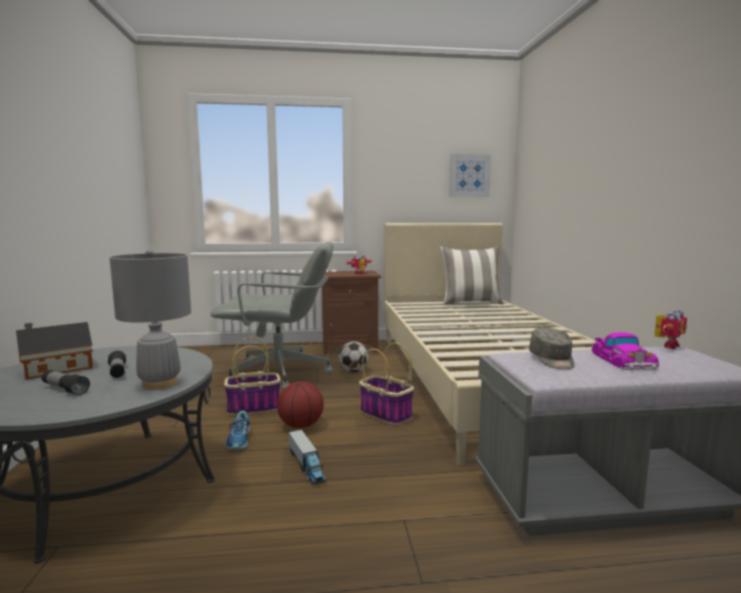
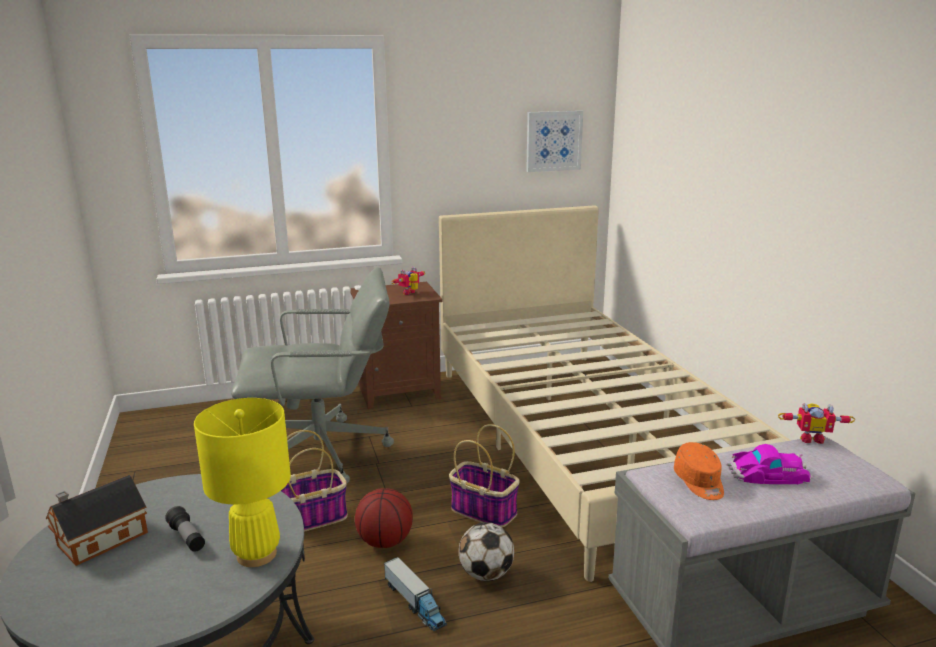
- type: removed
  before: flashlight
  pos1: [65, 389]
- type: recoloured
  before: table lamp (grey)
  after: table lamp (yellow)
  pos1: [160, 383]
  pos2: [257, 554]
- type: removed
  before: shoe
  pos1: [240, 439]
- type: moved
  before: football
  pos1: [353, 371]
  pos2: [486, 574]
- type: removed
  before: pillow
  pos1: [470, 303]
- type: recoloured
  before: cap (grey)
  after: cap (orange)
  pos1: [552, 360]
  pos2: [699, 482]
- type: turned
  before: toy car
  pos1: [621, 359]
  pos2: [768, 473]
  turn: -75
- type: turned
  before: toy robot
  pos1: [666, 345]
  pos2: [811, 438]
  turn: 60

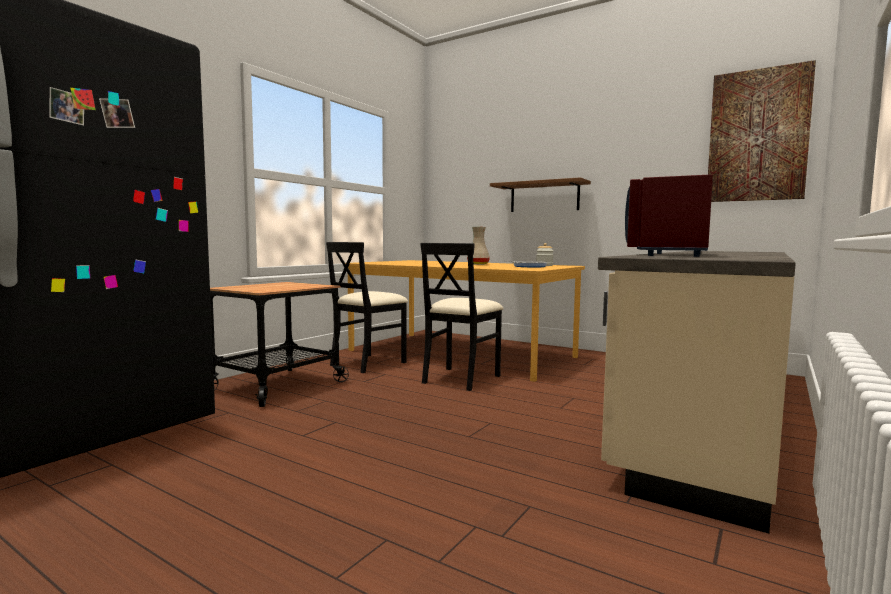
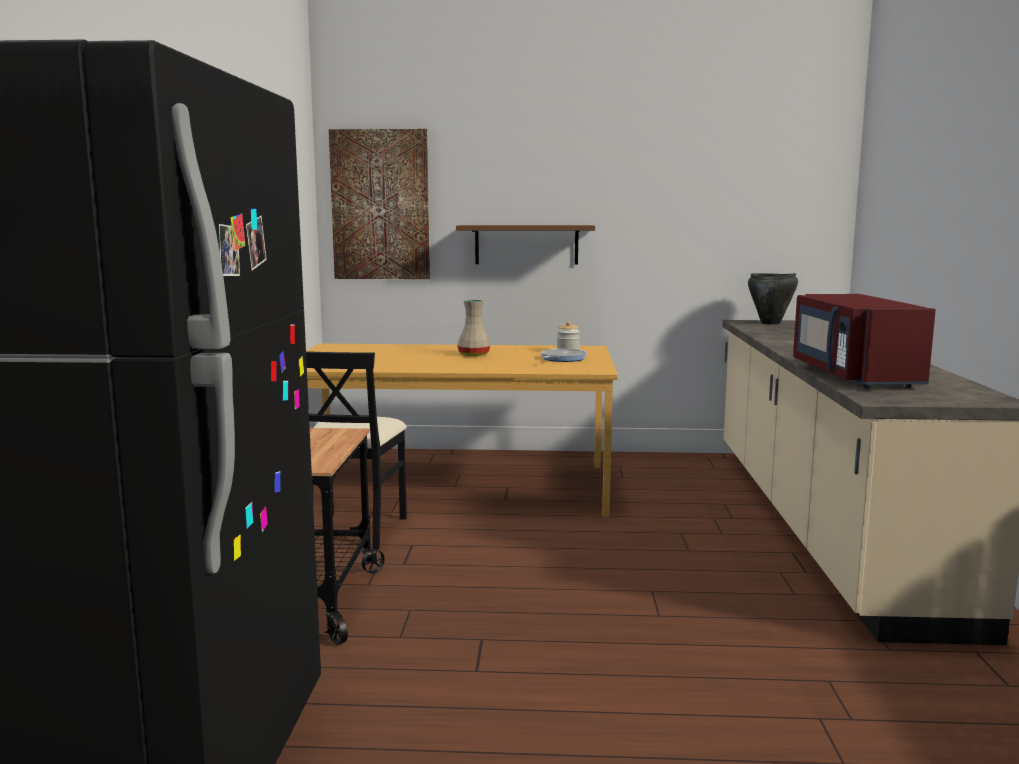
- type: removed
  before: chair (black)
  pos1: [460, 378]
- type: moved
  before: picture
  pos1: [757, 135]
  pos2: [380, 205]
- type: added
  after: cooking pot (black)
  pos2: [770, 323]

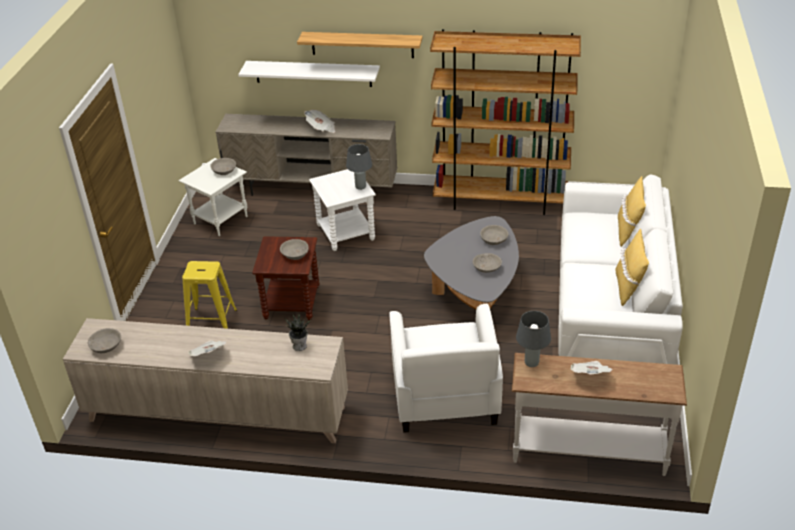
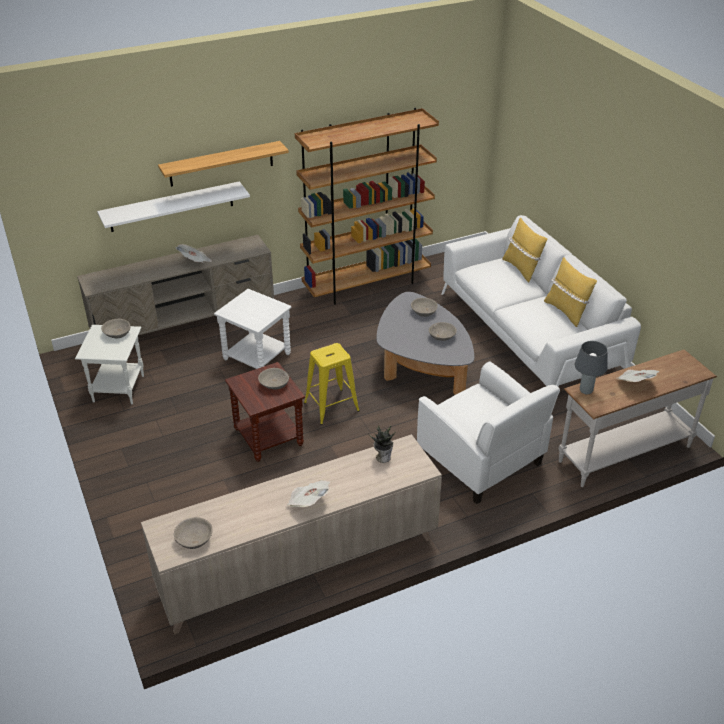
- type: moved
  before: stool (yellow)
  pos1: [211, 322]
  pos2: [331, 407]
- type: removed
  before: table lamp (grey)
  pos1: [361, 187]

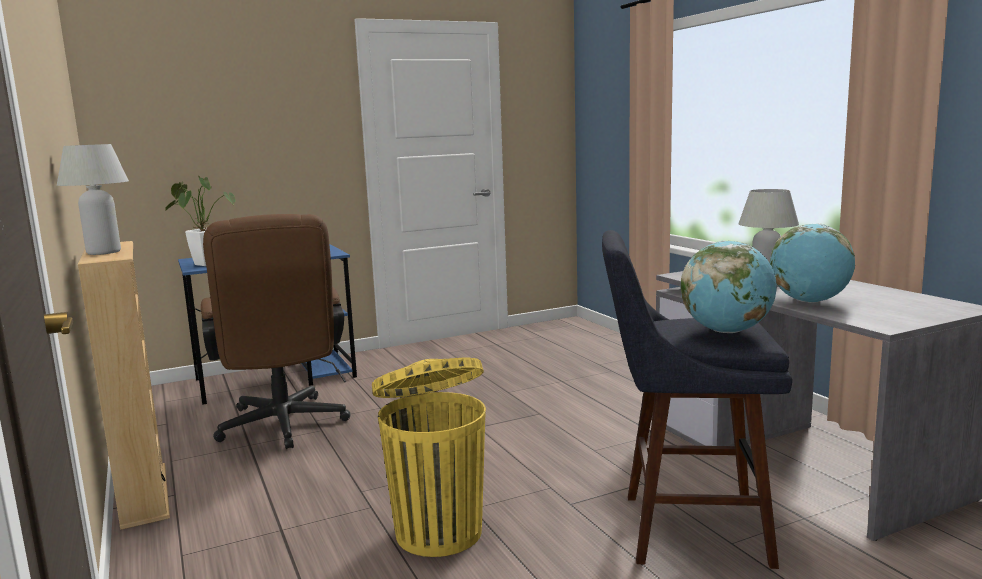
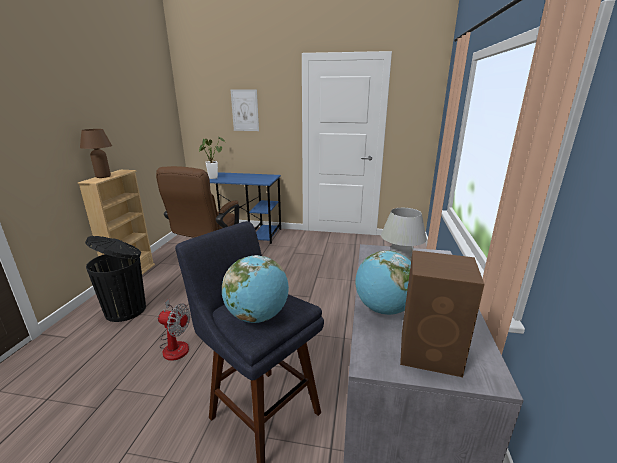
- type: recoloured
  before: table lamp (white)
  after: table lamp (brown)
  pos1: [104, 252]
  pos2: [103, 176]
- type: replaced
  before: trash can (yellow)
  after: fan
  pos1: [438, 531]
  pos2: [175, 345]
- type: added
  after: trash can (black)
  pos2: [127, 309]
- type: added
  after: picture
  pos2: [245, 110]
- type: added
  after: speaker (brown)
  pos2: [431, 353]

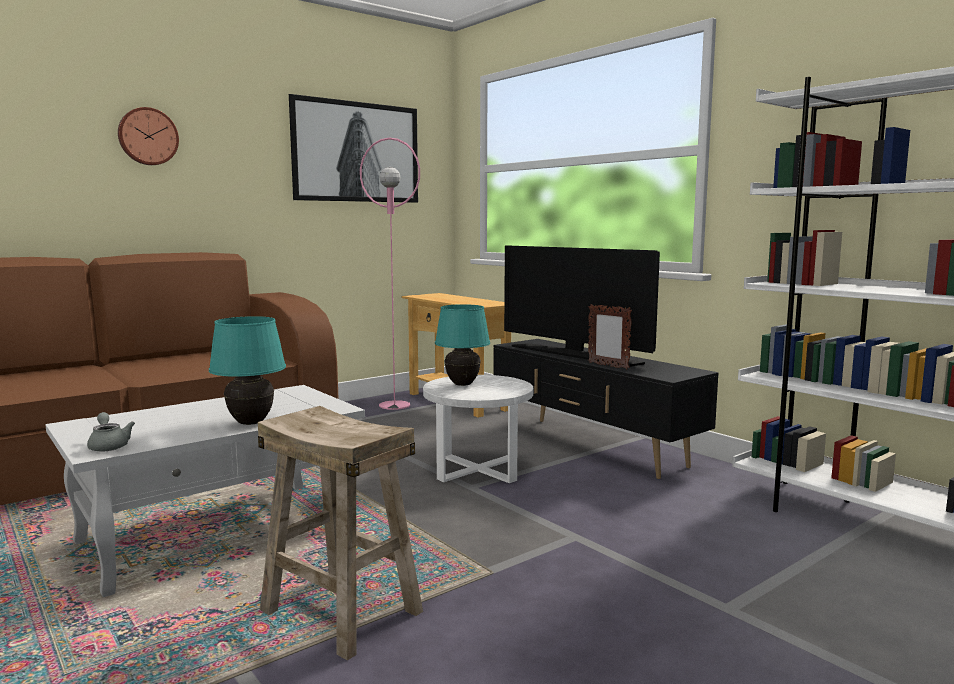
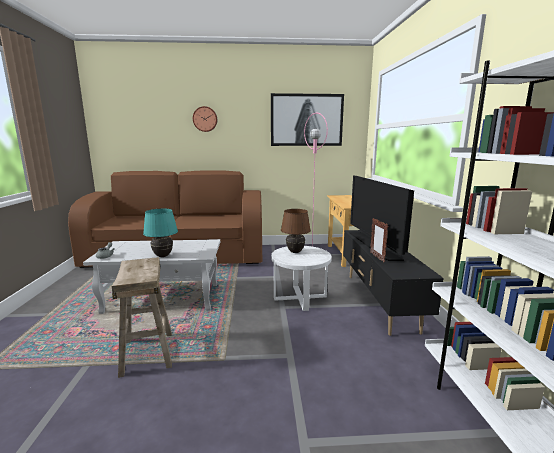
- type: recoloured
  before: table lamp (turquoise)
  after: table lamp (brown)
  pos1: [462, 384]
  pos2: [295, 252]

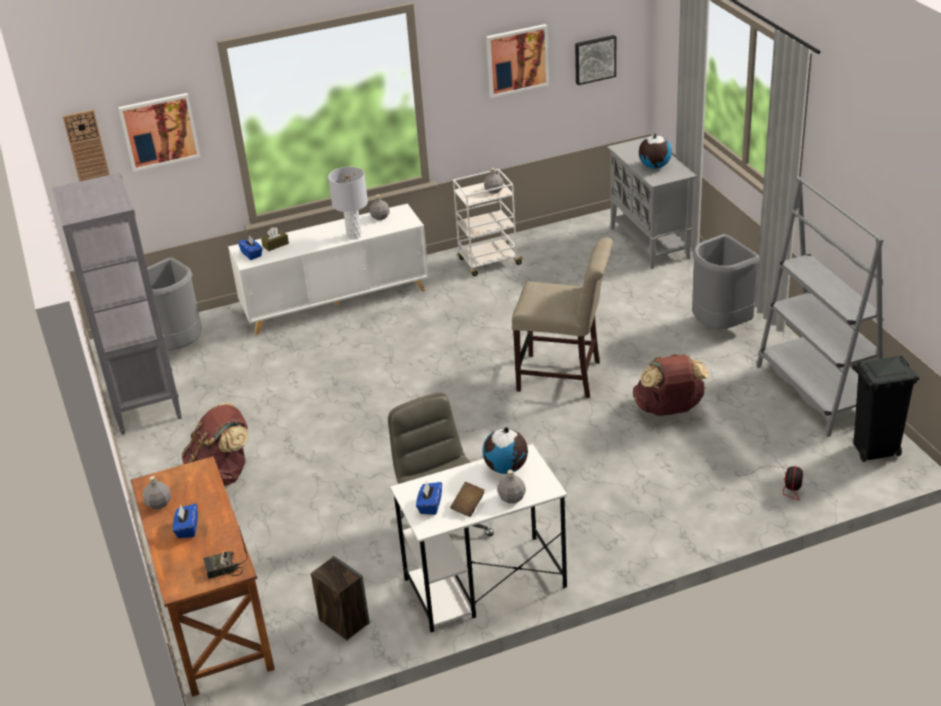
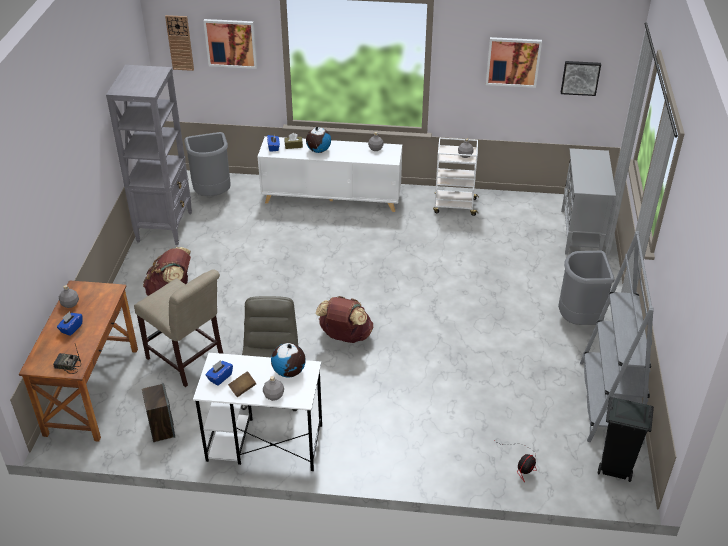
- type: removed
  before: table lamp (grey)
  pos1: [354, 236]
- type: moved
  before: chair (beige)
  pos1: [564, 377]
  pos2: [188, 361]
- type: moved
  before: backpack (brown)
  pos1: [669, 410]
  pos2: [345, 337]
- type: moved
  before: globe
  pos1: [654, 166]
  pos2: [318, 150]

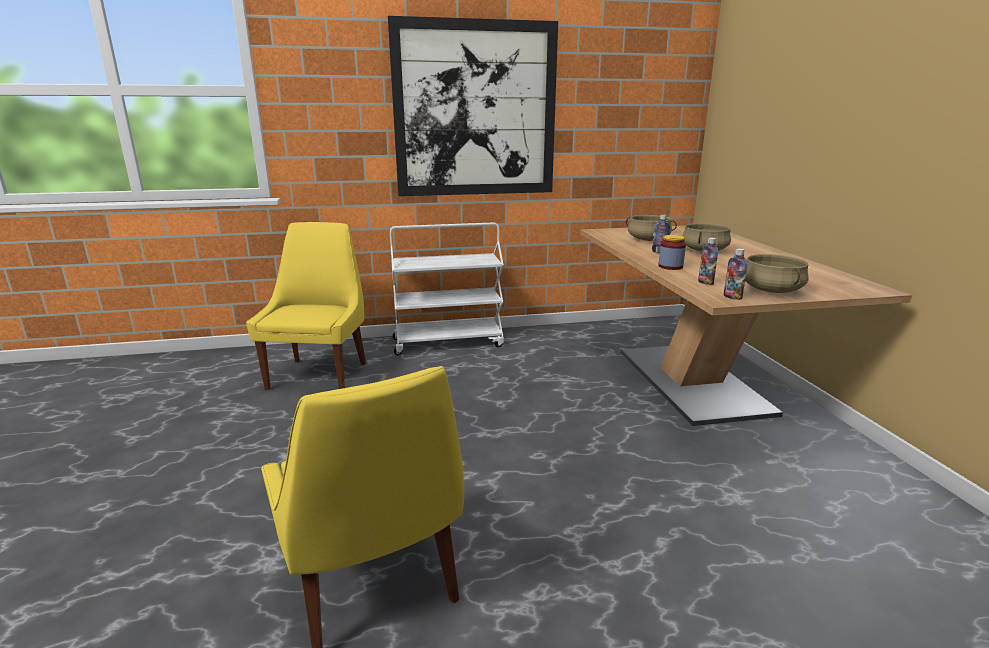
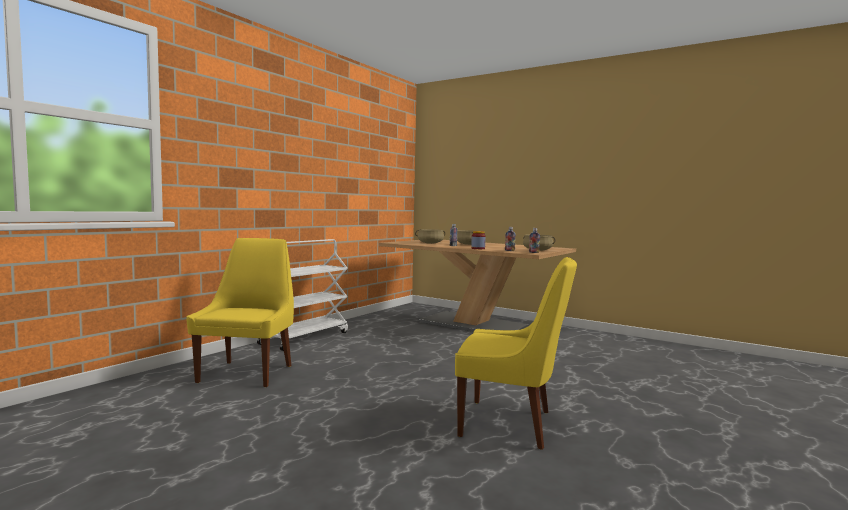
- type: turned
  before: chair (yellow)
  pos1: [320, 374]
  pos2: [248, 373]
  turn: 45
- type: removed
  before: picture
  pos1: [475, 110]

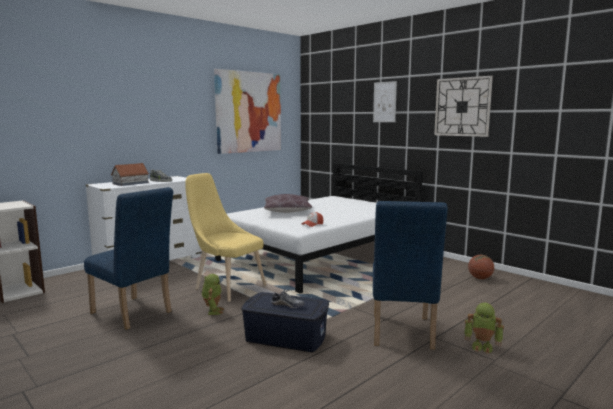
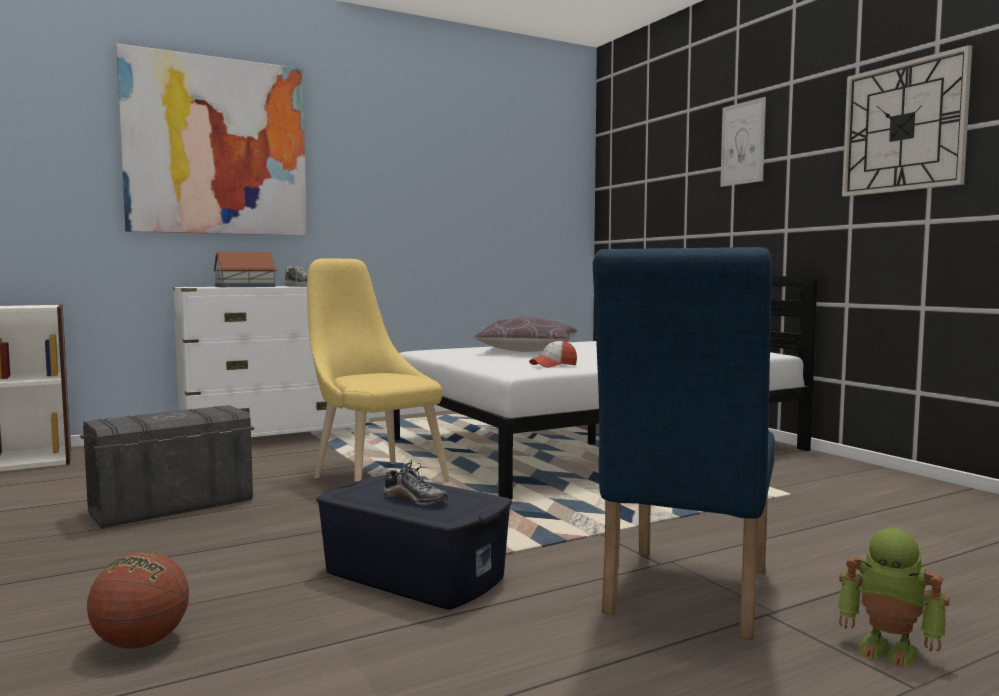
- type: replaced
  before: chair (blue)
  after: storage box (grey)
  pos1: [134, 314]
  pos2: [171, 506]
- type: removed
  before: toy robot
  pos1: [213, 311]
- type: moved
  before: picture
  pos1: [248, 112]
  pos2: [216, 147]
- type: moved
  before: basketball
  pos1: [480, 278]
  pos2: [141, 643]

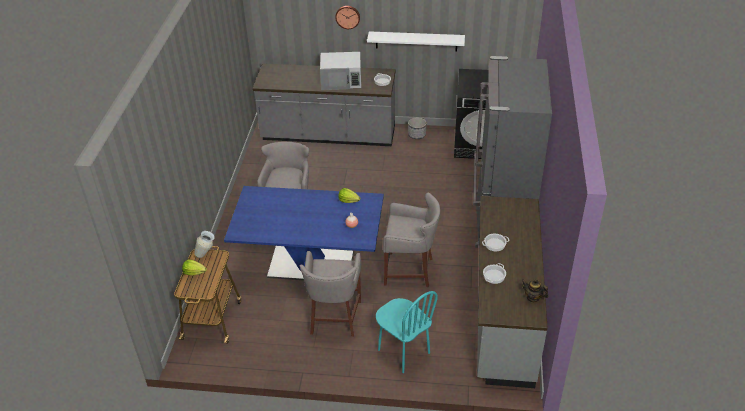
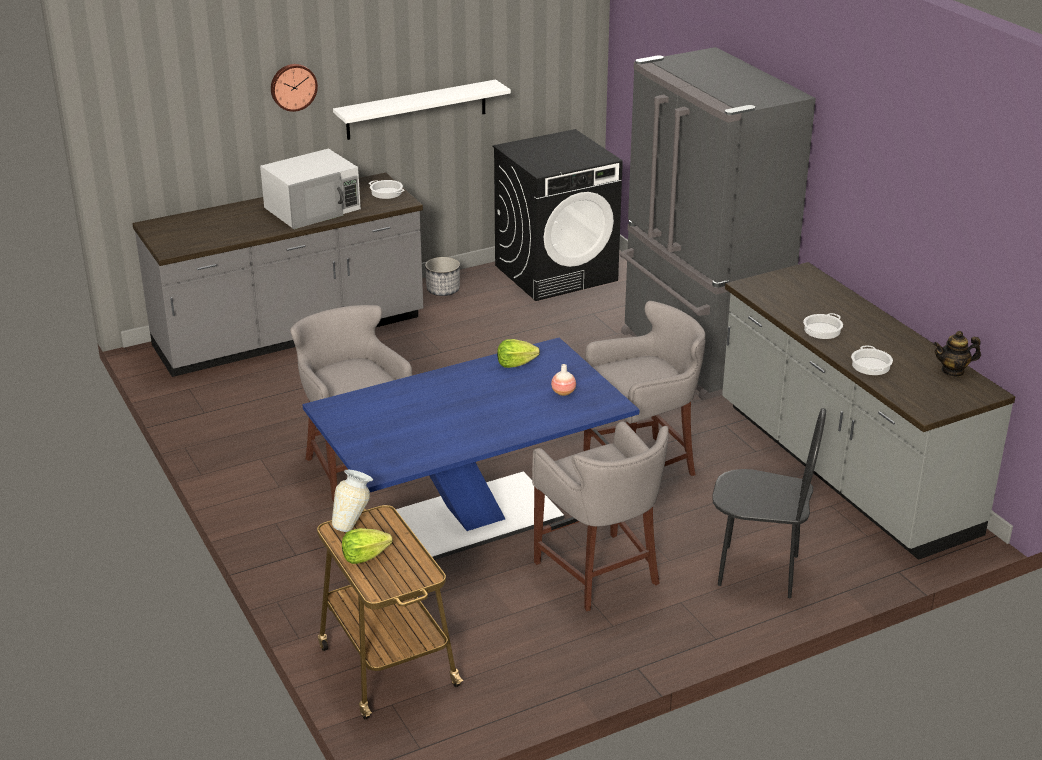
- type: recoloured
  before: chair (turquoise)
  after: chair (black)
  pos1: [403, 352]
  pos2: [758, 571]

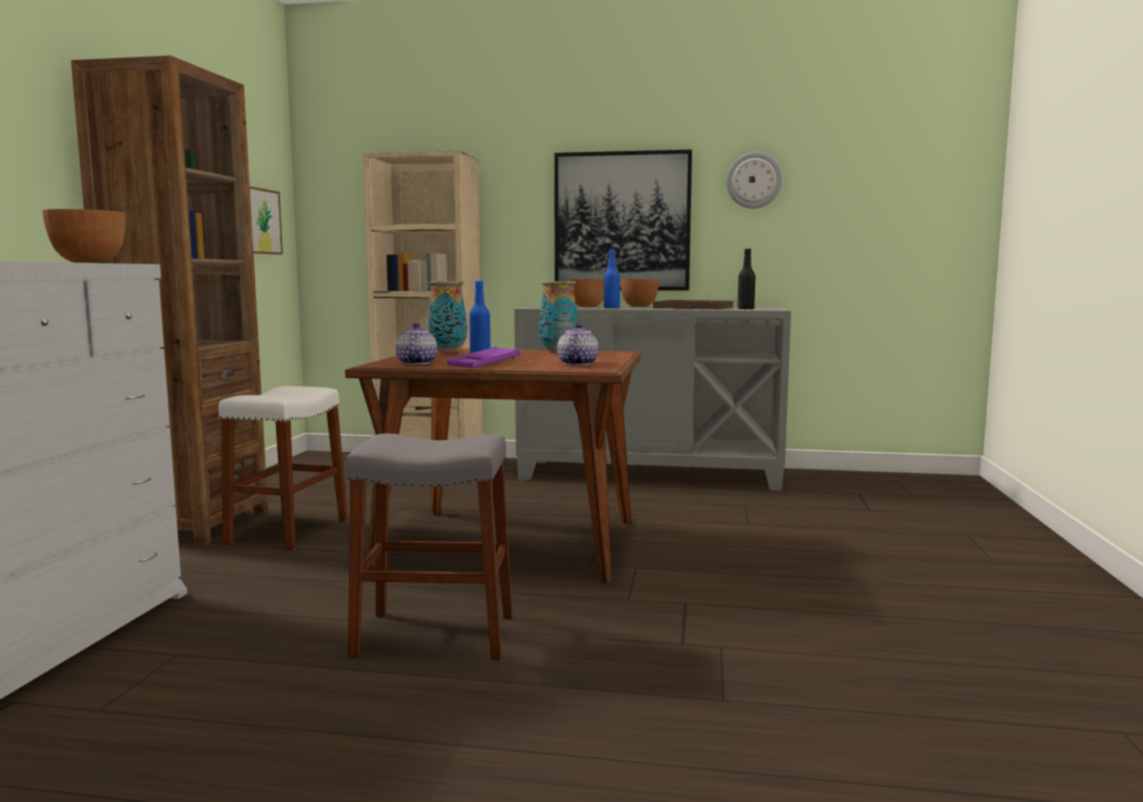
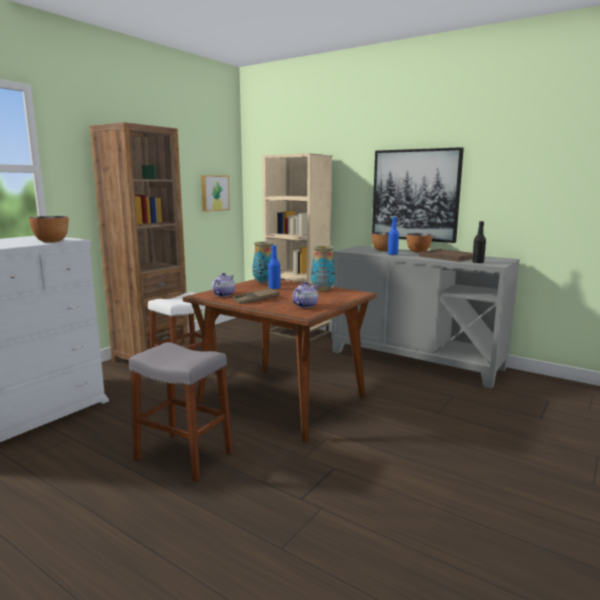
- type: recoloured
  before: tray (purple)
  after: tray (brown)
  pos1: [484, 364]
  pos2: [256, 299]
- type: removed
  before: wall clock
  pos1: [754, 180]

